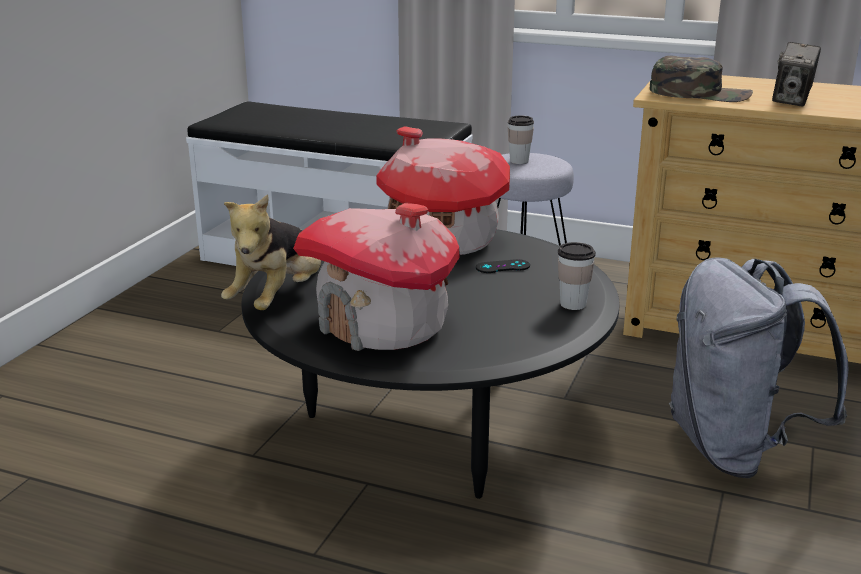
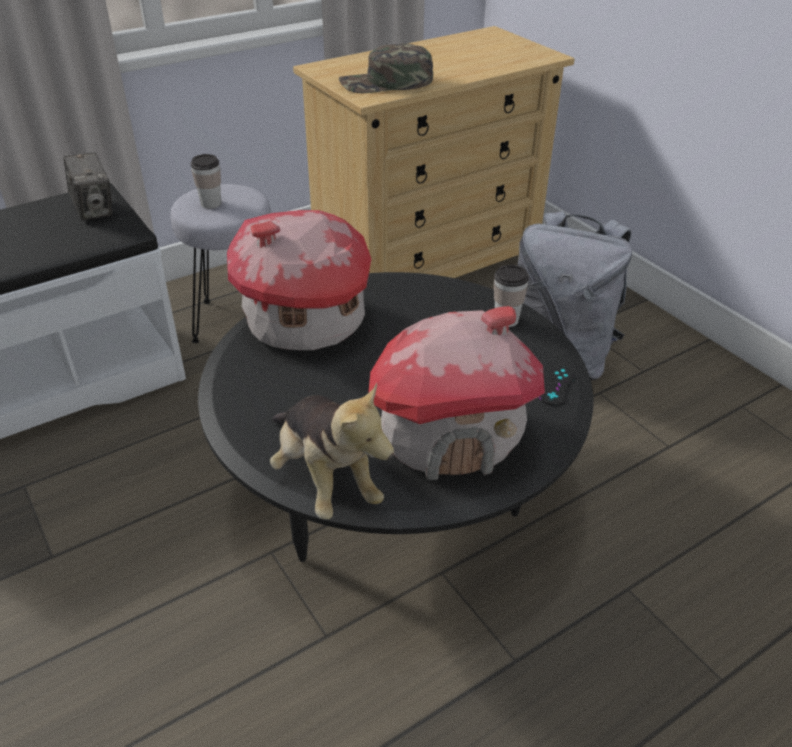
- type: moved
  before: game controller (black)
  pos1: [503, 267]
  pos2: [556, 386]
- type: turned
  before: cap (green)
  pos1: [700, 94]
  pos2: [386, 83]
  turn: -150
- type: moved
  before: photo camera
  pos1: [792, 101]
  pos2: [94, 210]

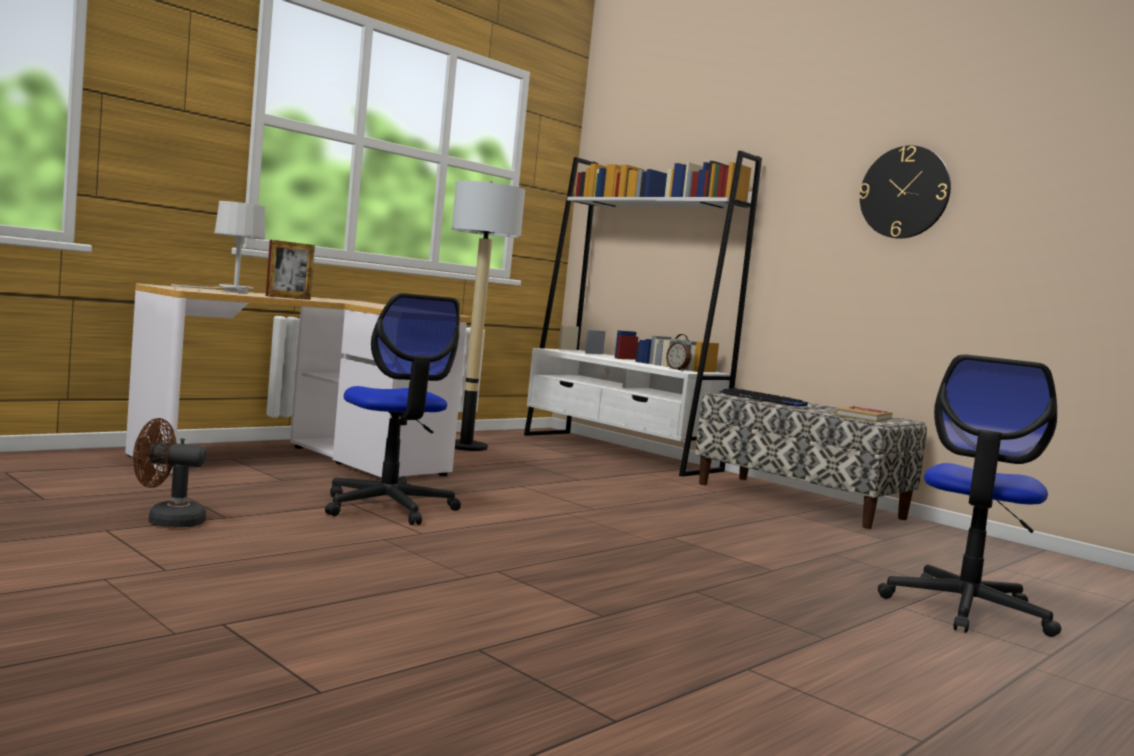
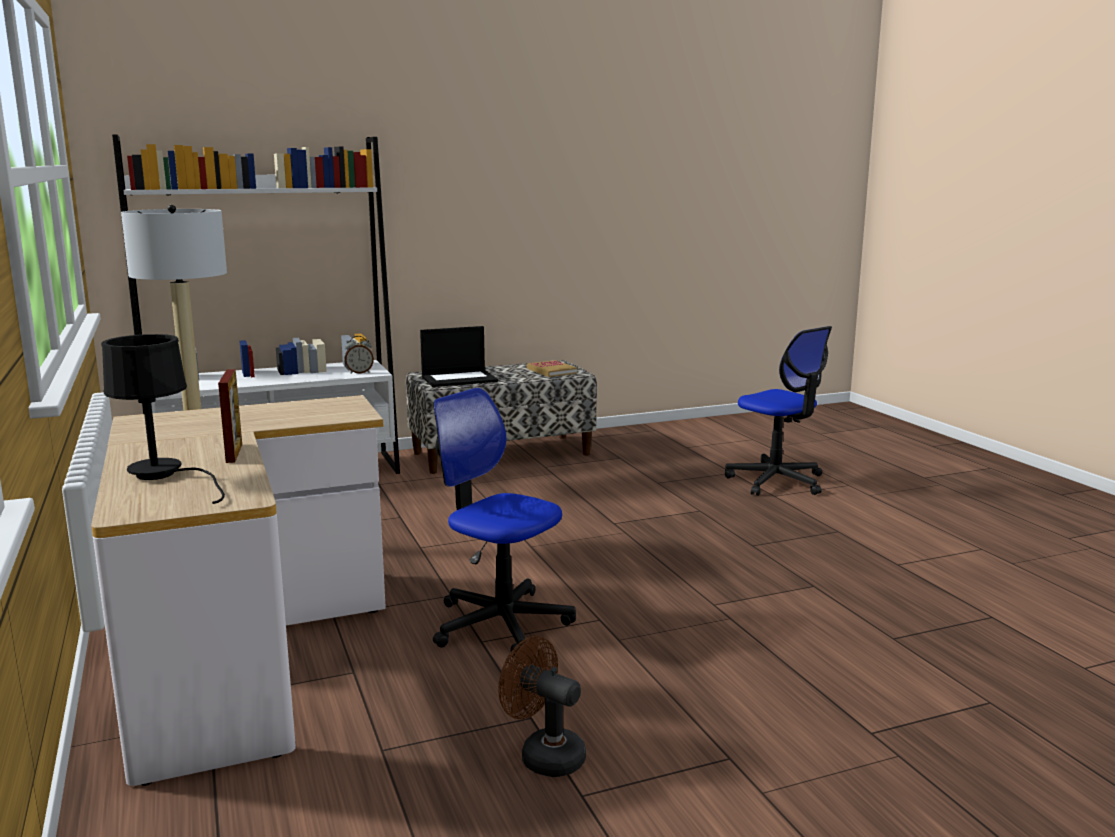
- type: turned
  before: fan (brown)
  pos1: [166, 521]
  pos2: [544, 755]
  turn: 105
- type: recoloured
  before: table lamp (white)
  after: table lamp (black)
  pos1: [231, 291]
  pos2: [166, 477]
- type: turned
  before: office chair
  pos1: [389, 507]
  pos2: [501, 623]
  turn: -135
- type: replaced
  before: keyboard
  after: laptop
  pos1: [762, 399]
  pos2: [459, 379]
- type: removed
  before: wall clock
  pos1: [904, 192]

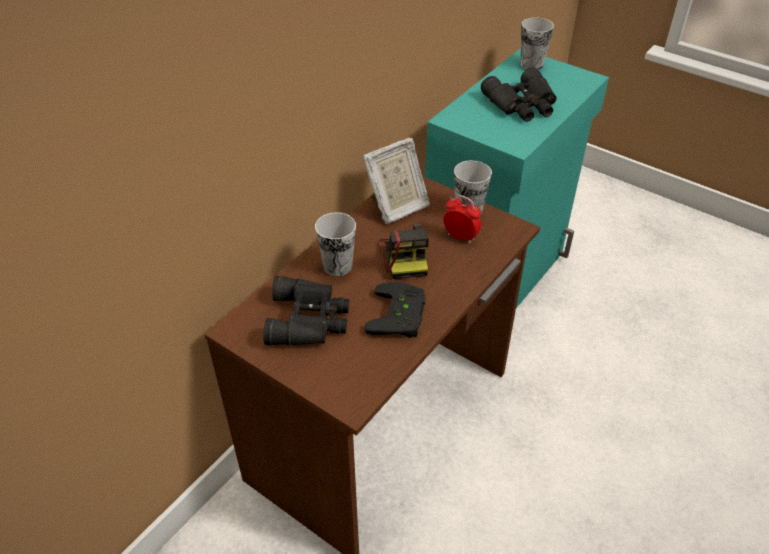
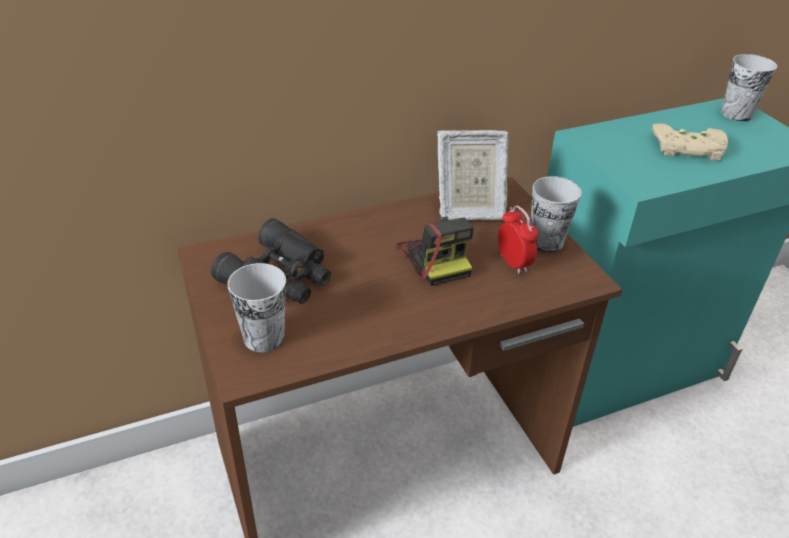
- type: moved
  before: cup
  pos1: [337, 266]
  pos2: [264, 337]
- type: removed
  before: game controller (black)
  pos1: [401, 316]
- type: turned
  before: photo camera
  pos1: [406, 256]
  pos2: [435, 258]
  turn: -45
- type: replaced
  before: binoculars (black)
  after: game controller (beige)
  pos1: [522, 104]
  pos2: [688, 148]

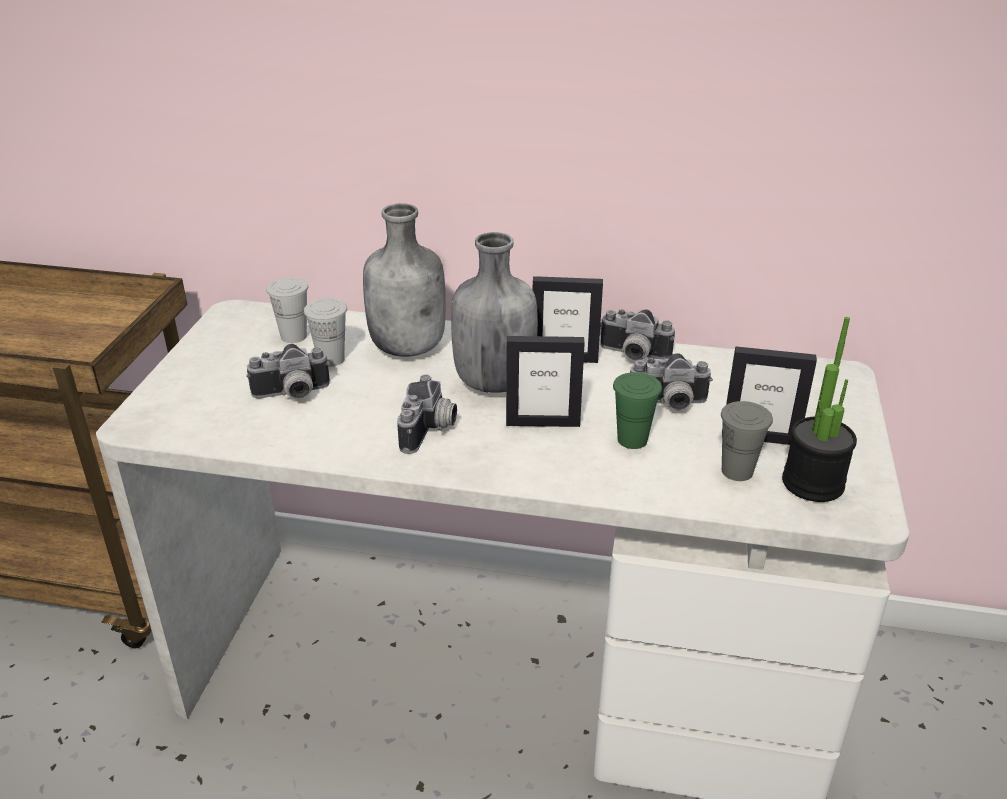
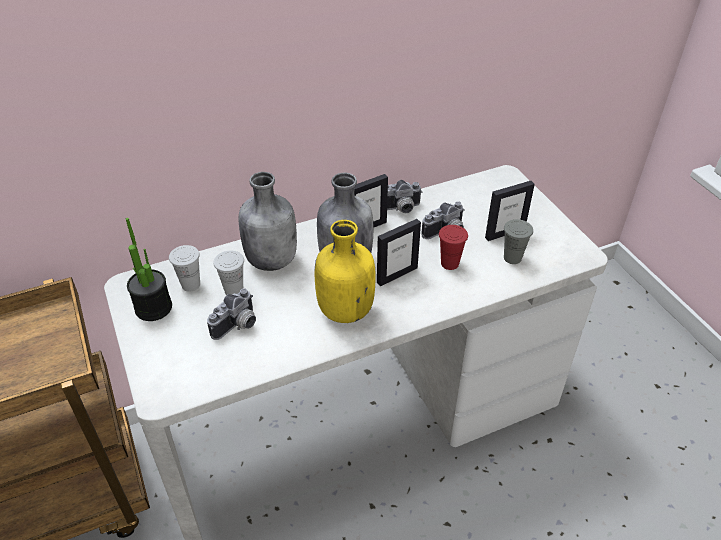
- type: replaced
  before: photo camera
  after: bottle (yellow)
  pos1: [430, 431]
  pos2: [344, 310]
- type: recoloured
  before: cup (green)
  after: cup (red)
  pos1: [632, 440]
  pos2: [449, 263]
- type: moved
  before: potted plant
  pos1: [812, 483]
  pos2: [153, 308]

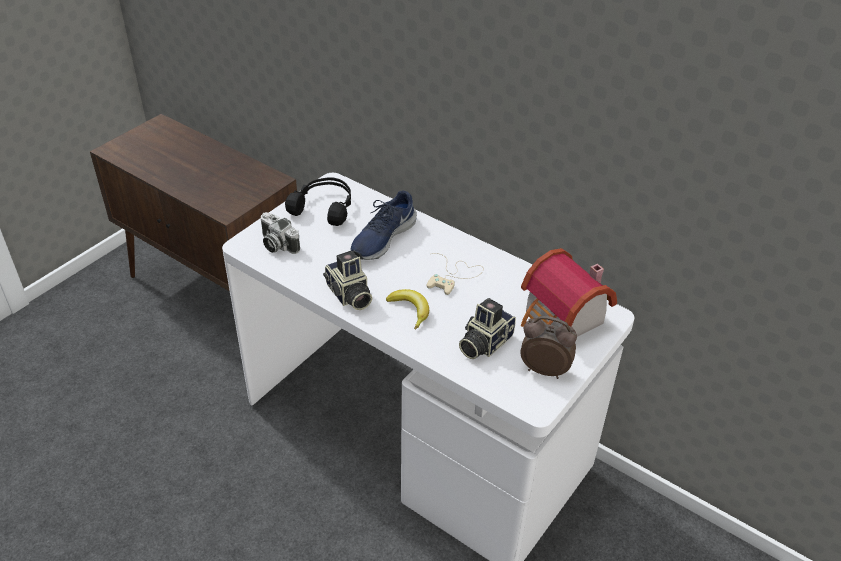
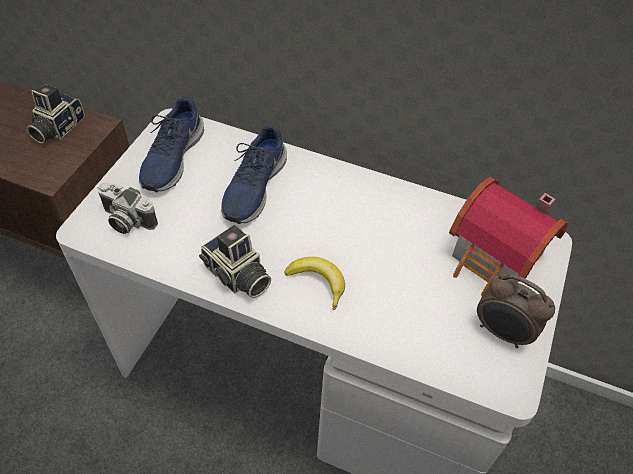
- type: replaced
  before: headphones (black)
  after: shoe (blue)
  pos1: [324, 207]
  pos2: [171, 158]
- type: removed
  before: game controller (beige)
  pos1: [453, 275]
- type: moved
  before: photo camera
  pos1: [483, 343]
  pos2: [57, 128]
- type: turned
  before: alarm clock
  pos1: [544, 369]
  pos2: [502, 332]
  turn: -150

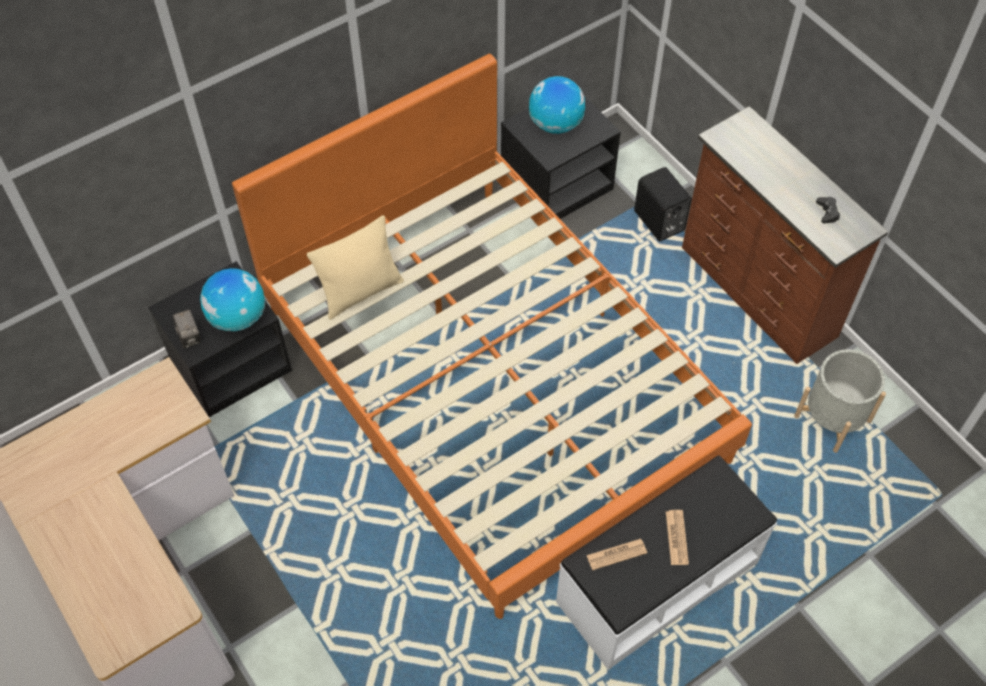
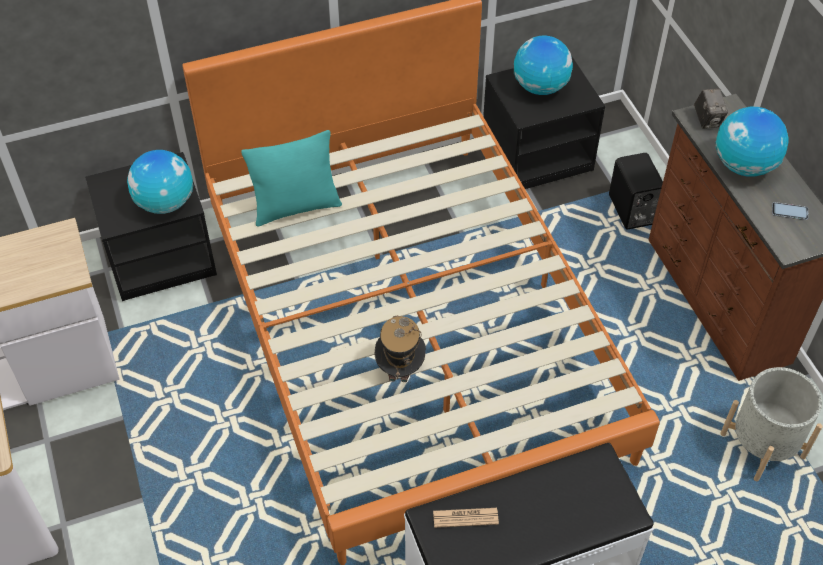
- type: moved
  before: photo camera
  pos1: [189, 337]
  pos2: [707, 120]
- type: recoloured
  before: pillow (beige)
  after: pillow (turquoise)
  pos1: [361, 292]
  pos2: [296, 207]
- type: removed
  before: newspaper
  pos1: [676, 537]
- type: replaced
  before: game controller (black)
  after: phone
  pos1: [827, 212]
  pos2: [789, 211]
- type: added
  after: hat
  pos2: [400, 369]
- type: added
  after: globe
  pos2: [743, 165]

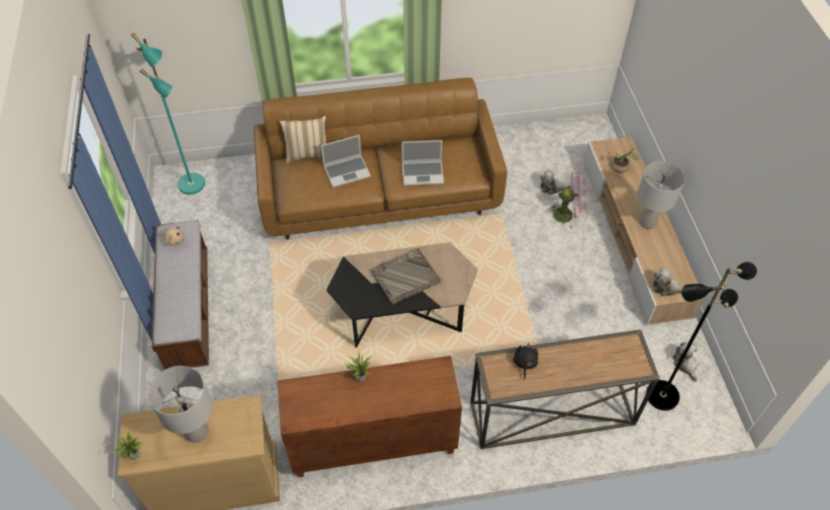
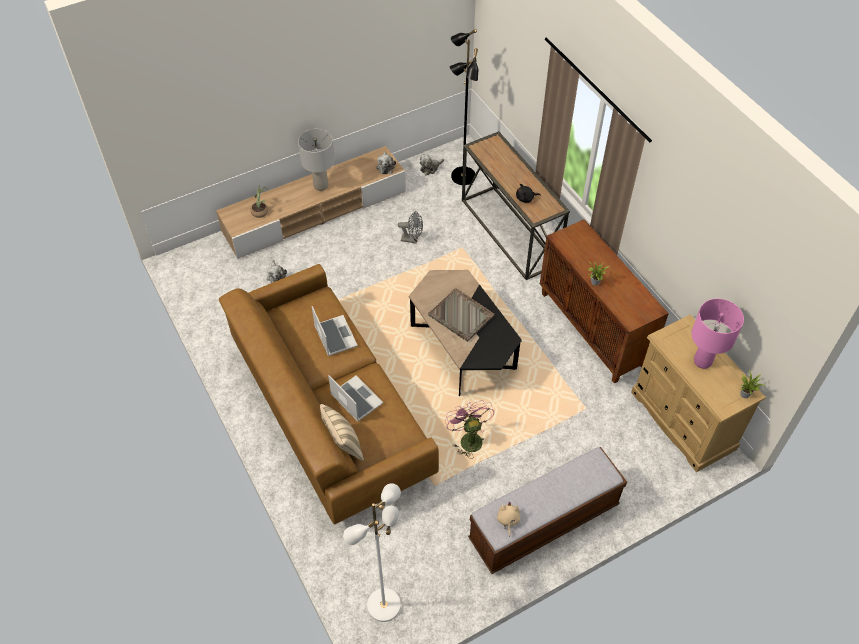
- type: recoloured
  before: floor lamp (turquoise)
  after: floor lamp (white)
  pos1: [192, 184]
  pos2: [383, 604]
- type: recoloured
  before: table lamp (grey)
  after: table lamp (pink)
  pos1: [197, 432]
  pos2: [702, 361]
- type: moved
  before: fan (pink)
  pos1: [567, 214]
  pos2: [468, 438]
- type: added
  after: fan (grey)
  pos2: [412, 239]

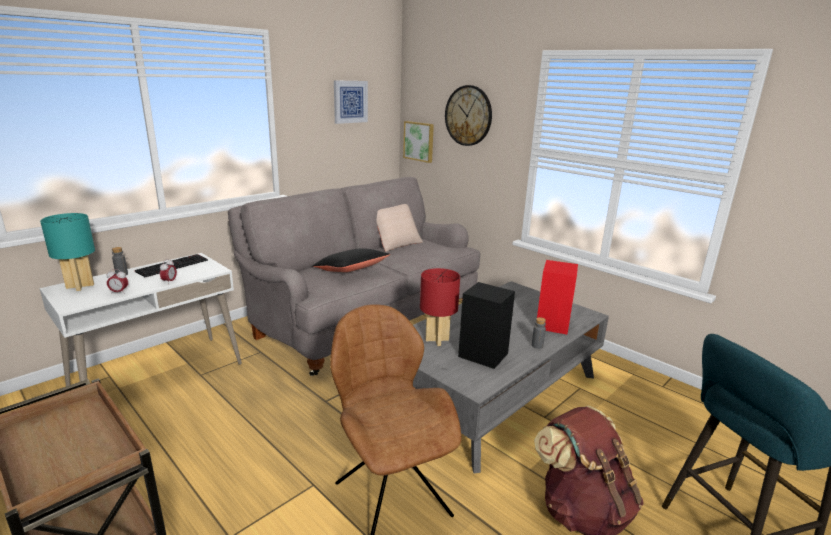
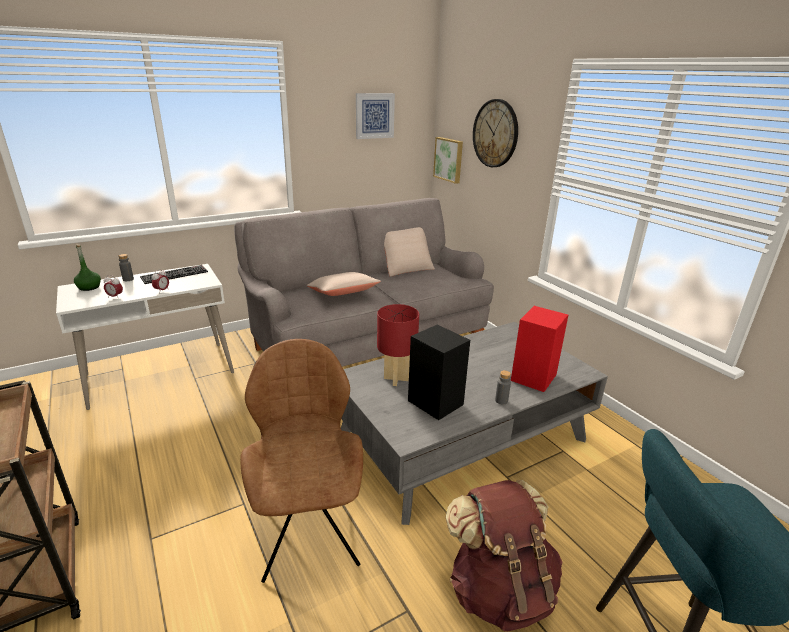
- type: replaced
  before: table lamp (turquoise)
  after: bottle (green)
  pos1: [80, 286]
  pos2: [89, 287]
- type: recoloured
  before: pillow (black)
  after: pillow (beige)
  pos1: [351, 271]
  pos2: [343, 294]

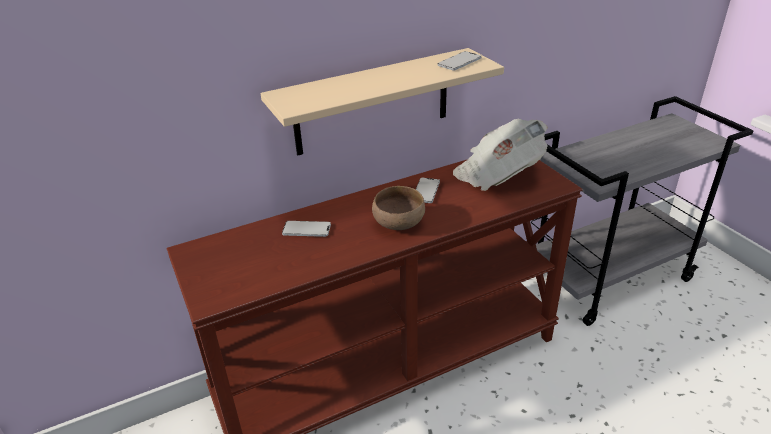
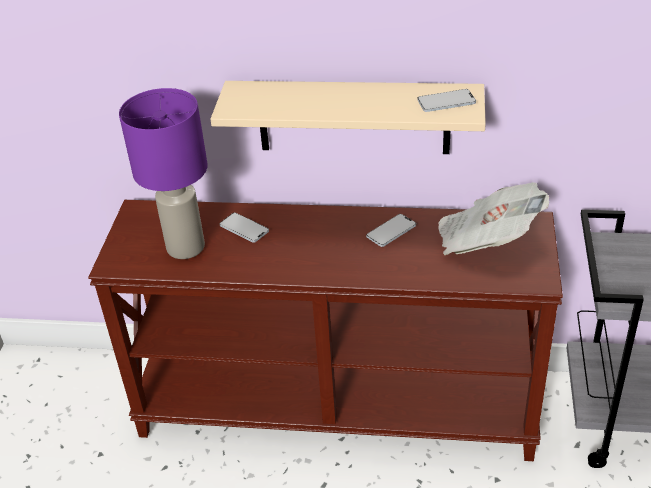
- type: removed
  before: bowl (brown)
  pos1: [399, 224]
- type: added
  after: table lamp (purple)
  pos2: [186, 247]

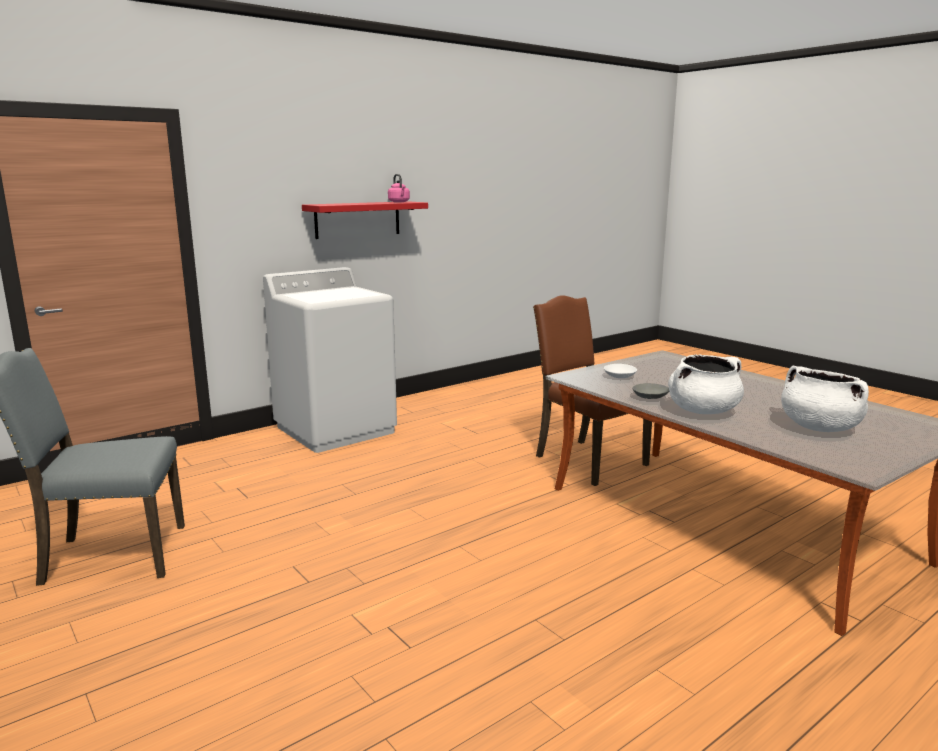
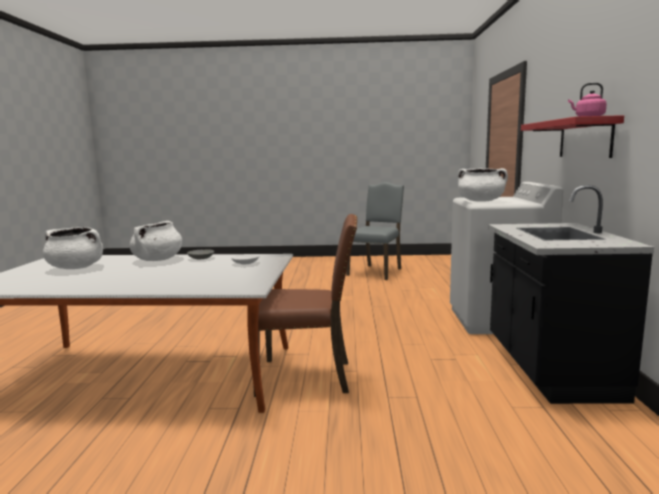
- type: added
  after: cooking pot (white)
  pos2: [480, 201]
- type: added
  after: counter (black)
  pos2: [549, 370]

